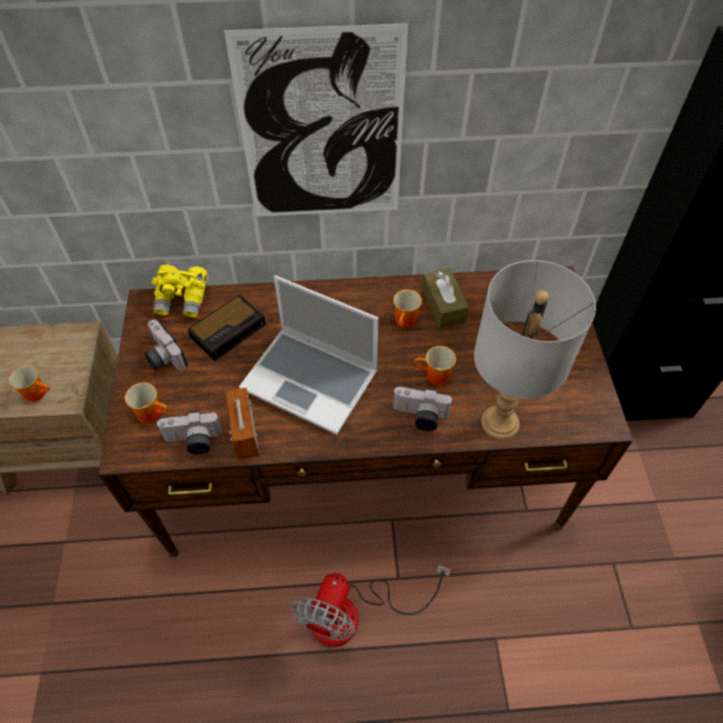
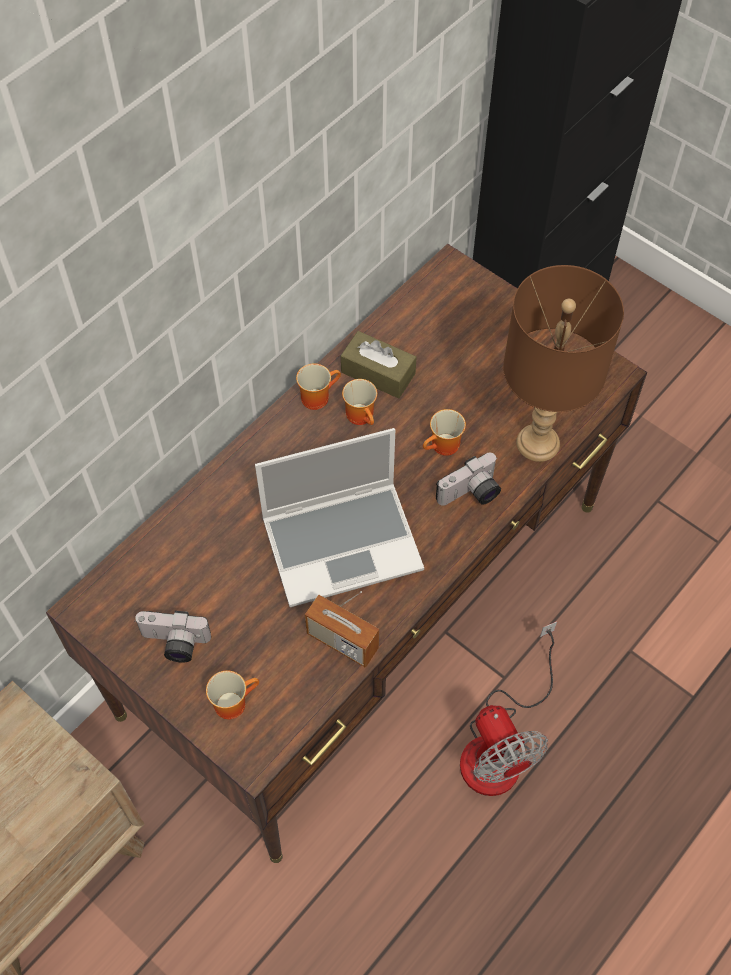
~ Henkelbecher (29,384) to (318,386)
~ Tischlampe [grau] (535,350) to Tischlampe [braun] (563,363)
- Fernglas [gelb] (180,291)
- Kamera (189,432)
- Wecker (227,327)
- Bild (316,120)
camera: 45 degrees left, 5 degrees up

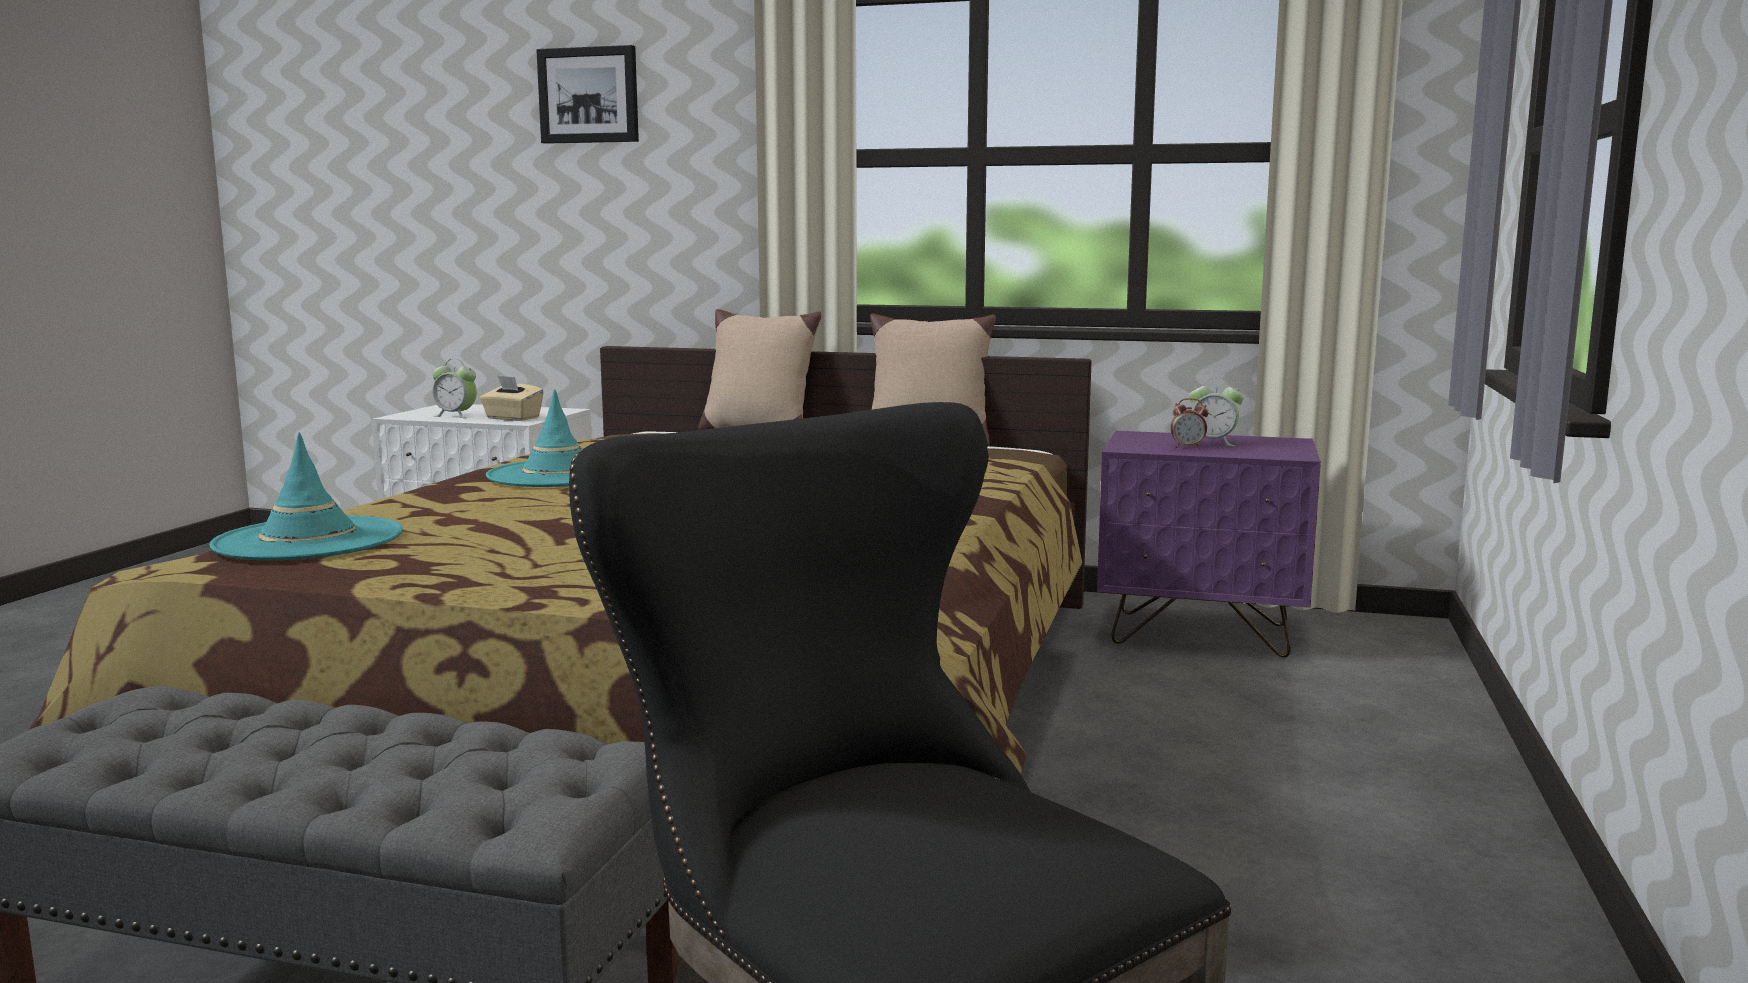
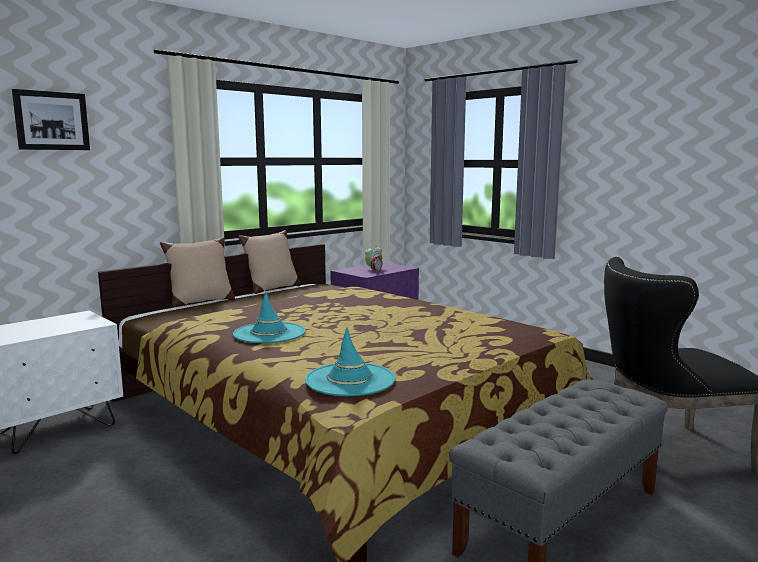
- Wecker (454,388)
- Taschentuchbox [beige] (512,398)
camera: 60 degrees left, 0 degrees up

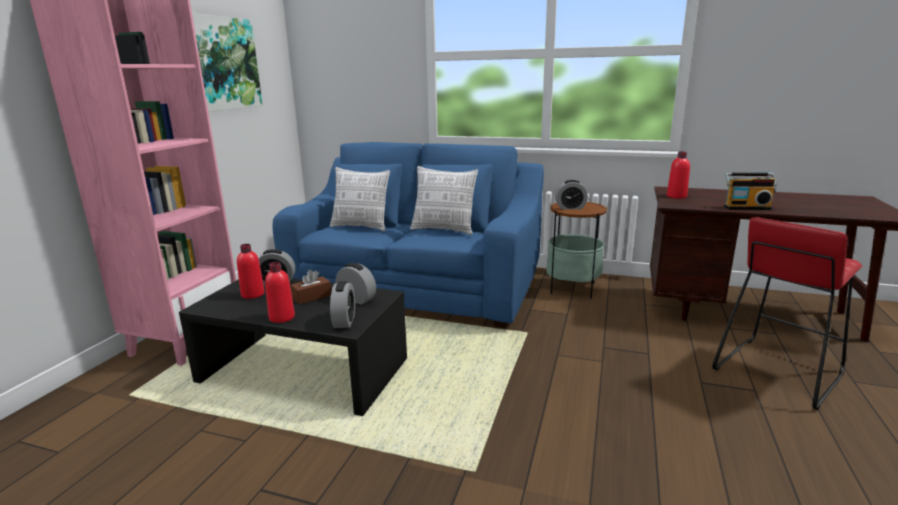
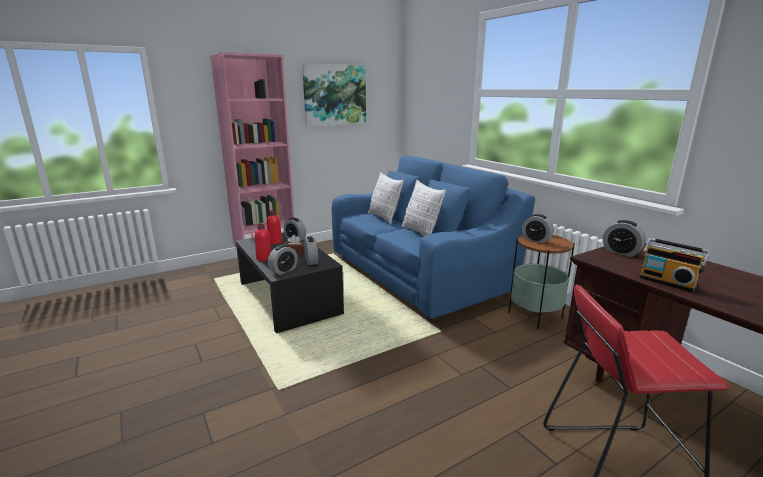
~ Flasche [rot] (678,174) to Wecker (624,238)
camera: 40 degrees right, 0 degrees up

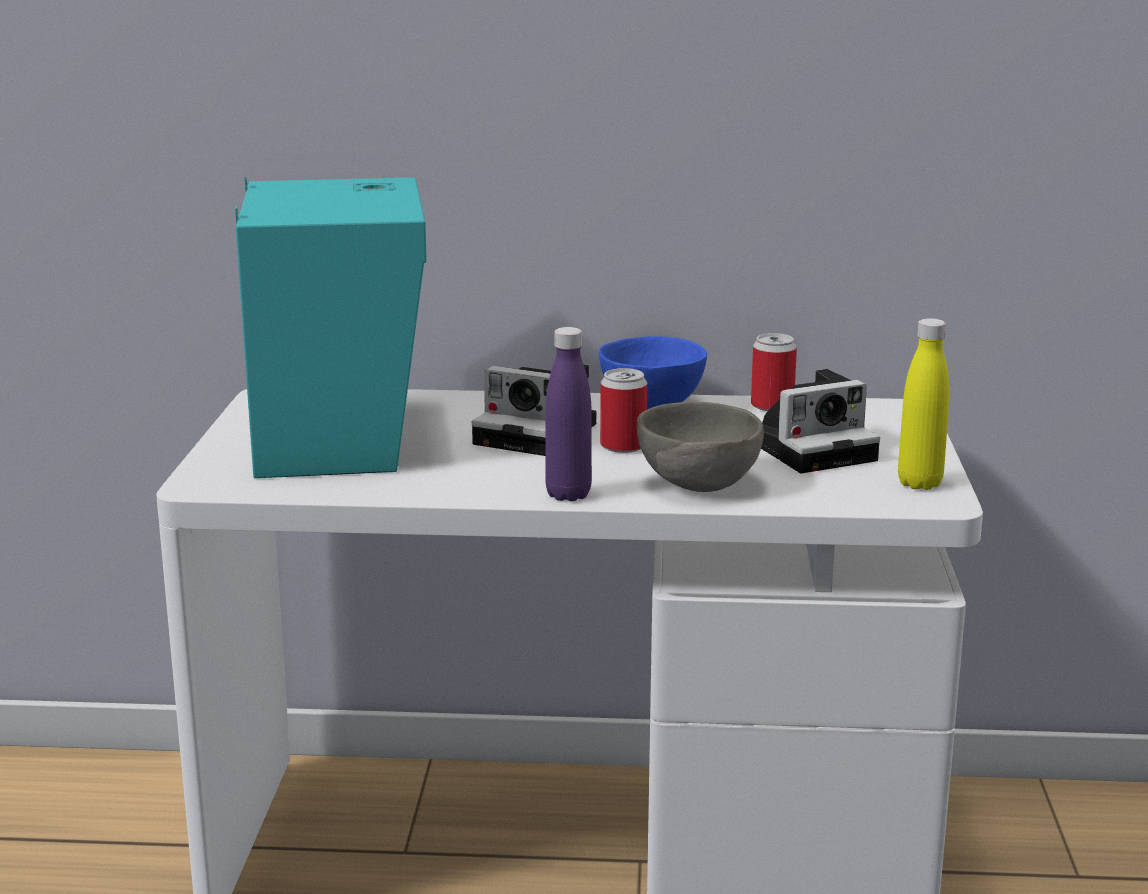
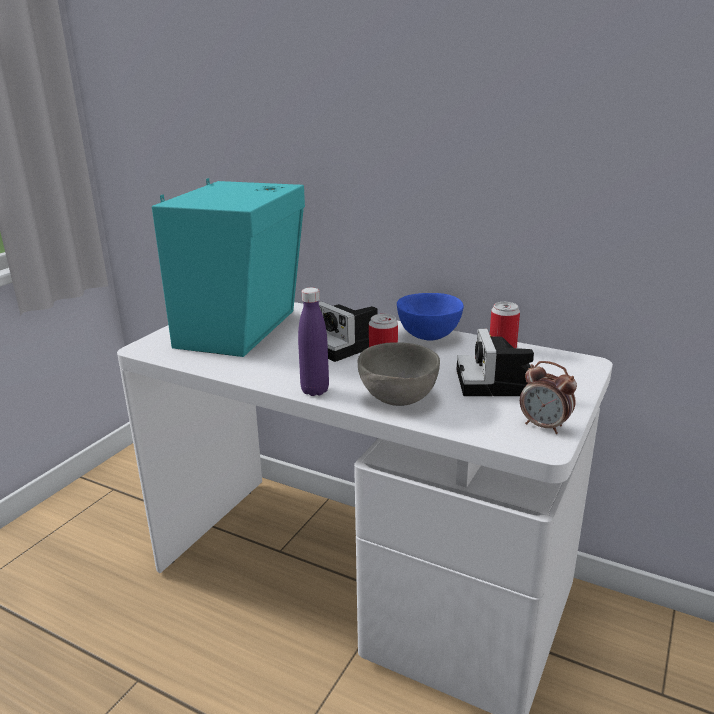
~ Kamera (820,421) = (495,362) 90 degrees clockwise
~ Flasche [gelb] (924,404) to Wecker (548,397)
camera: 25 degrees right, 5 degrees up

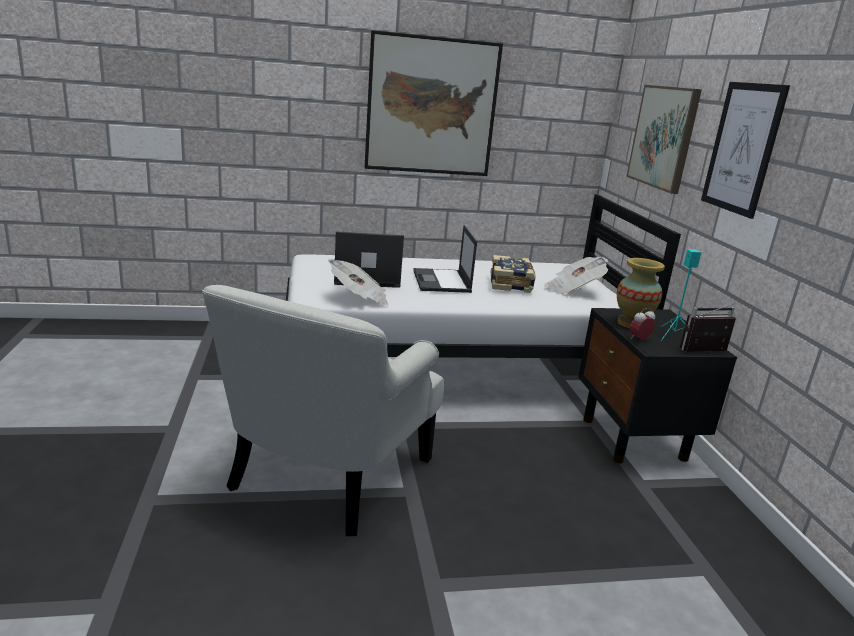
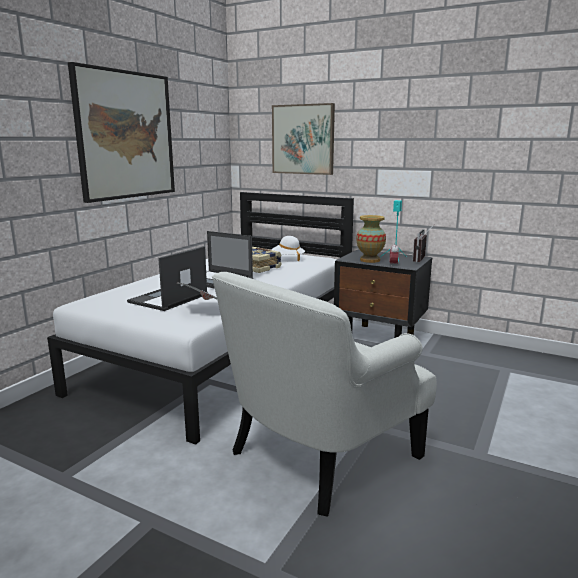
~ Sessel [weiß] (323,410) = (324,394) 75 degrees clockwise
~ Zeitung (576,275) to Hut [weiß] (288,248)
- Bild (745,150)
camera: 50 degrees left, 5 degrees down

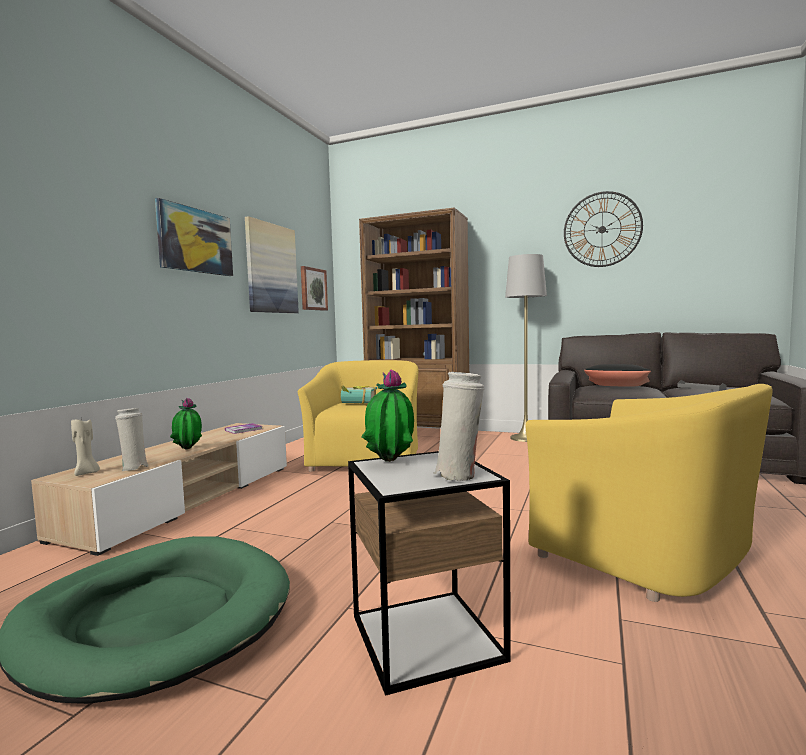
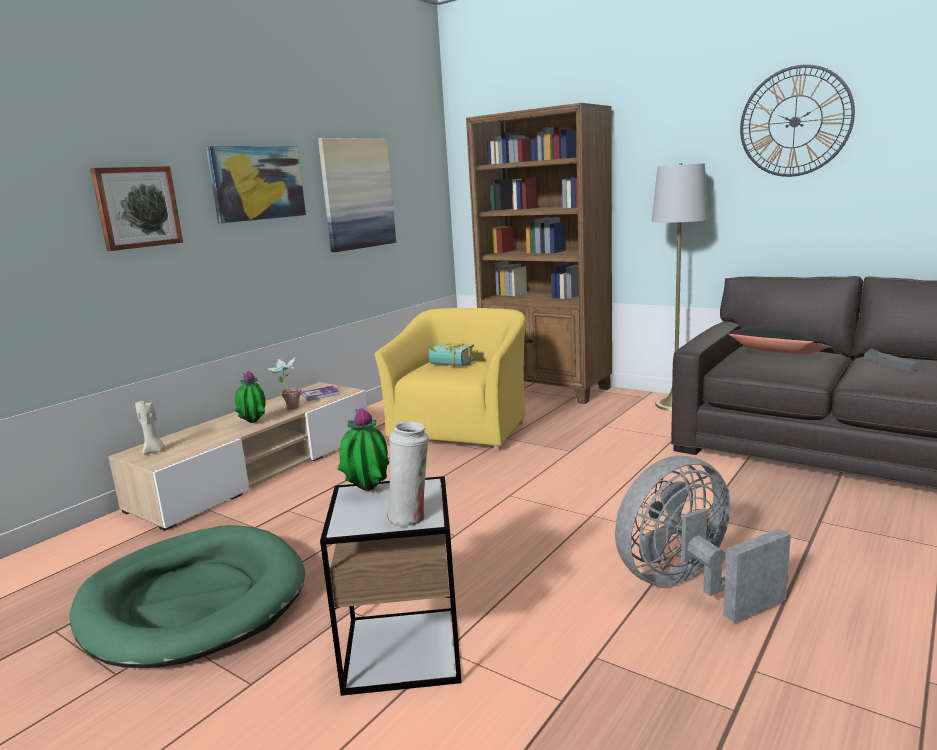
~ Bild (314,288) to (136,208)
+ Topfpflanze (283,383)
~ Sessel [gelb] (649,493) to Ventilator [grau] (703,539)
- Vase [weiß] (132,439)
camera: 15 degrees right, 10 degrees up

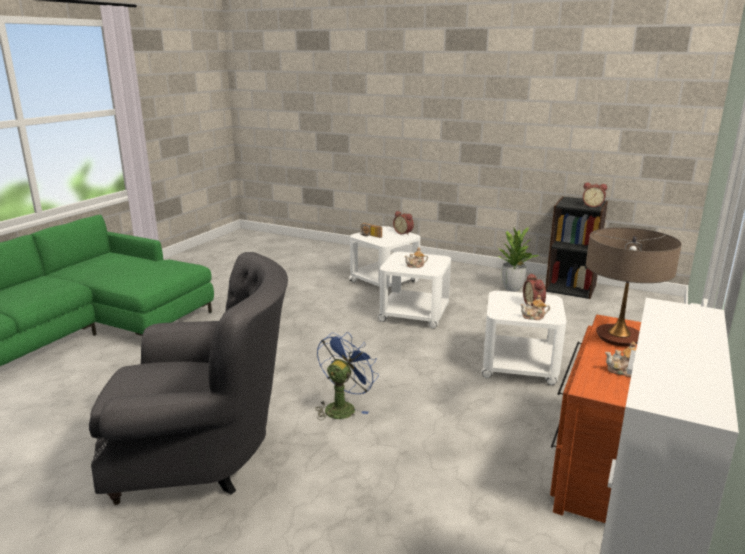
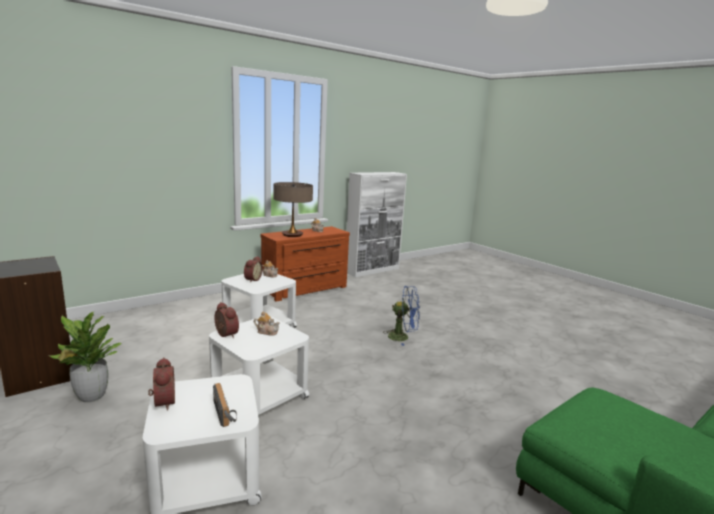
~ Wecker (595,195) to (226,320)
~ Ventilator [blau] (347,376) = (402,316) 135 degrees counterclockwise
- Sessel [grau] (188,378)
camera: 155 degrees left, 5 degrees down

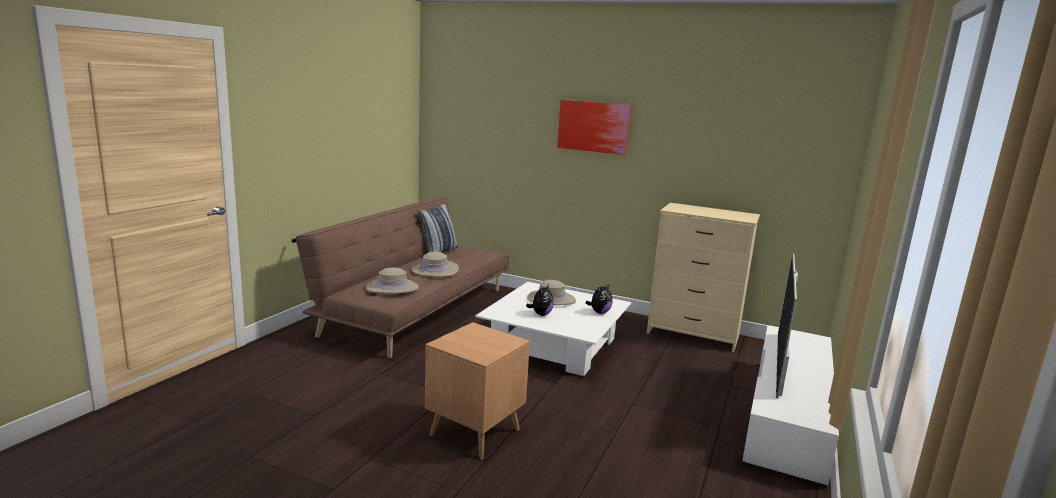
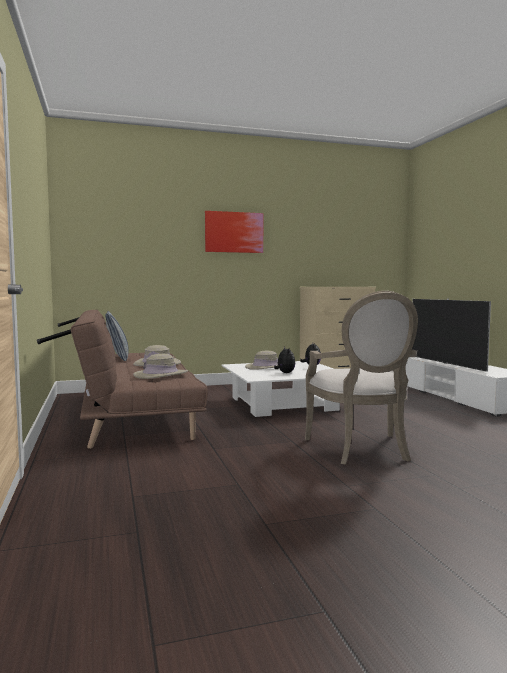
~ Beistelltisch [braun] (477,390) to Sessel (361,378)
camera: 40 degrees left, 10 degrees down

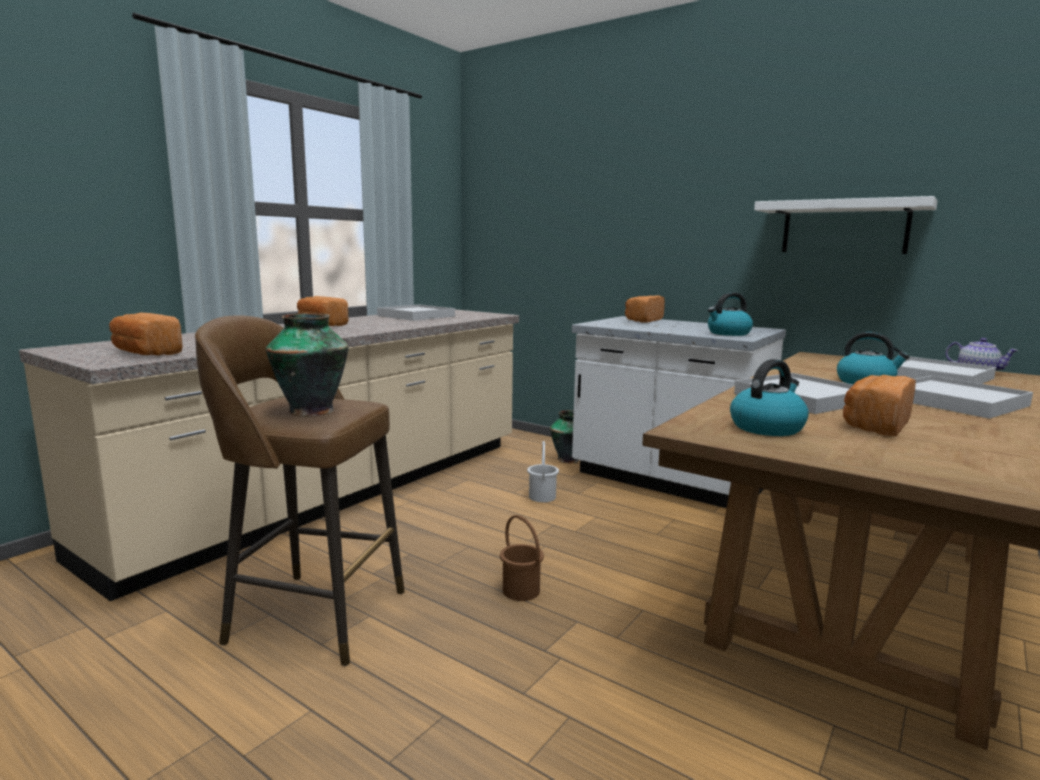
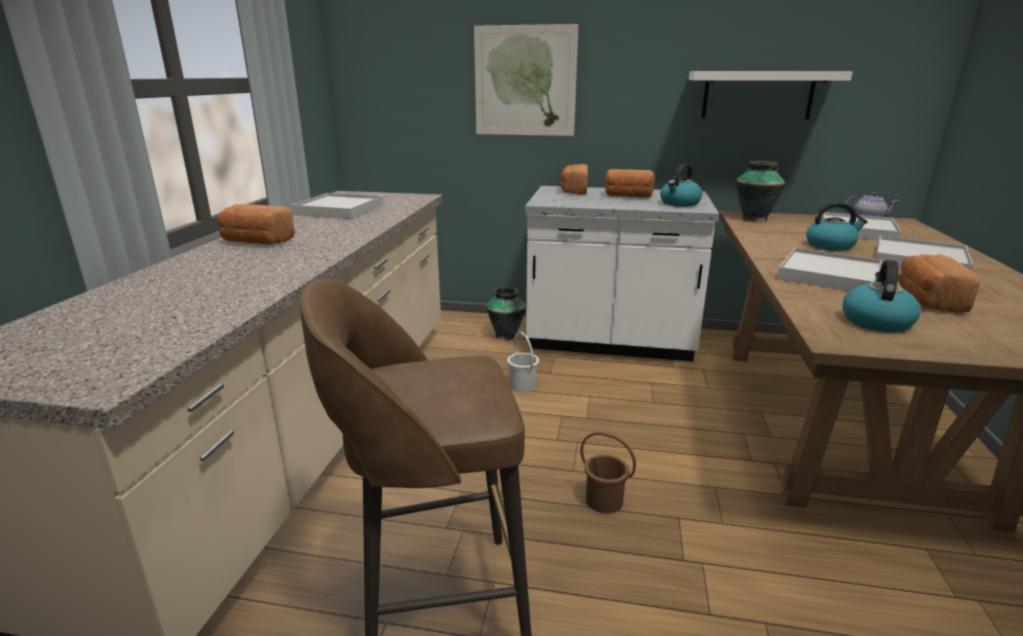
+ Bild (526,80)
~ Brot (146,334) to (630,183)
~ Vase (307,365) to (760,191)
camera: 25 degrees left, 10 degrees up

